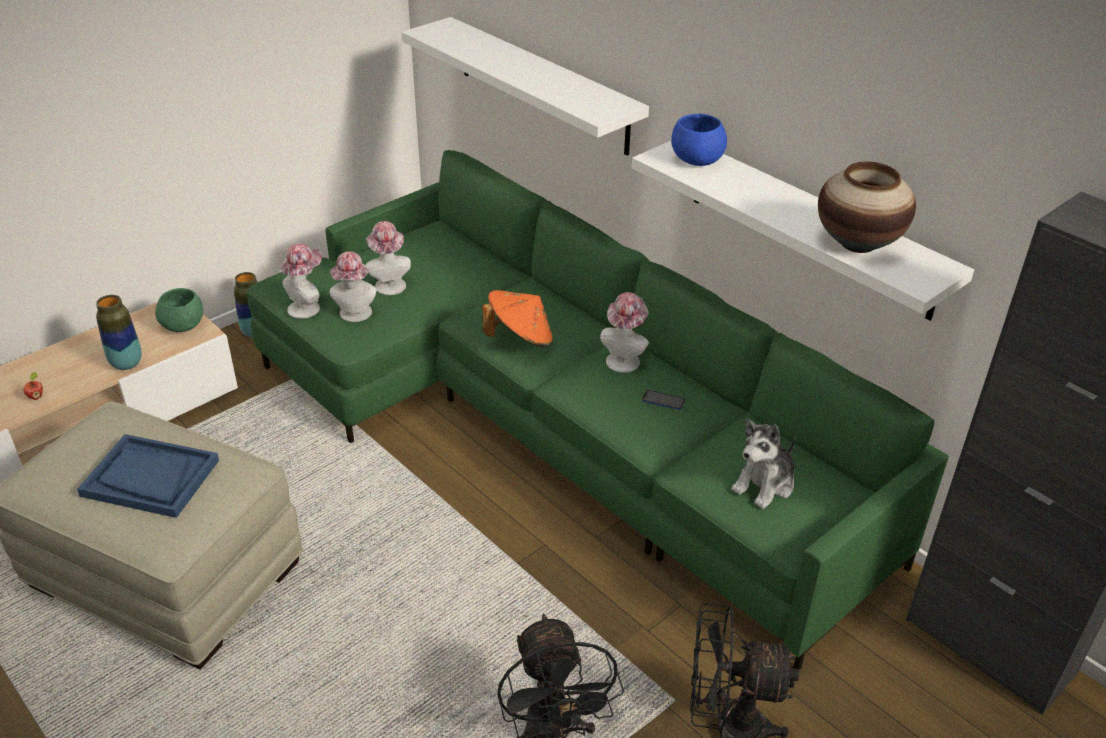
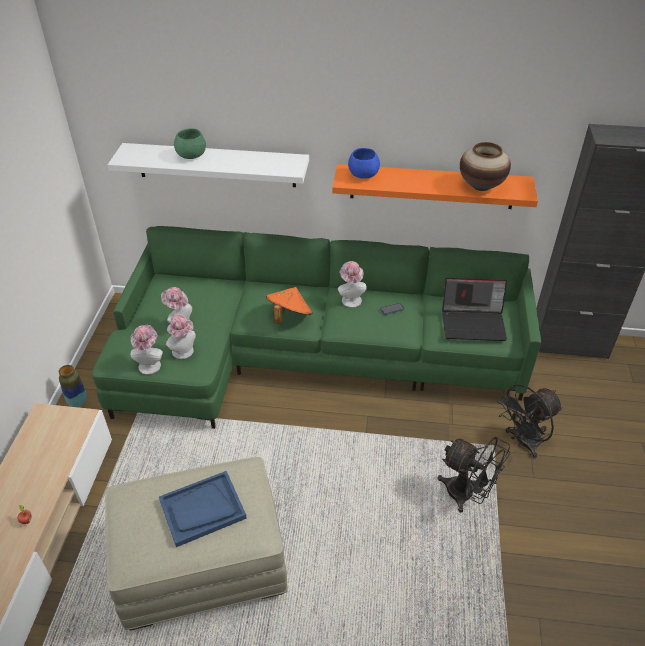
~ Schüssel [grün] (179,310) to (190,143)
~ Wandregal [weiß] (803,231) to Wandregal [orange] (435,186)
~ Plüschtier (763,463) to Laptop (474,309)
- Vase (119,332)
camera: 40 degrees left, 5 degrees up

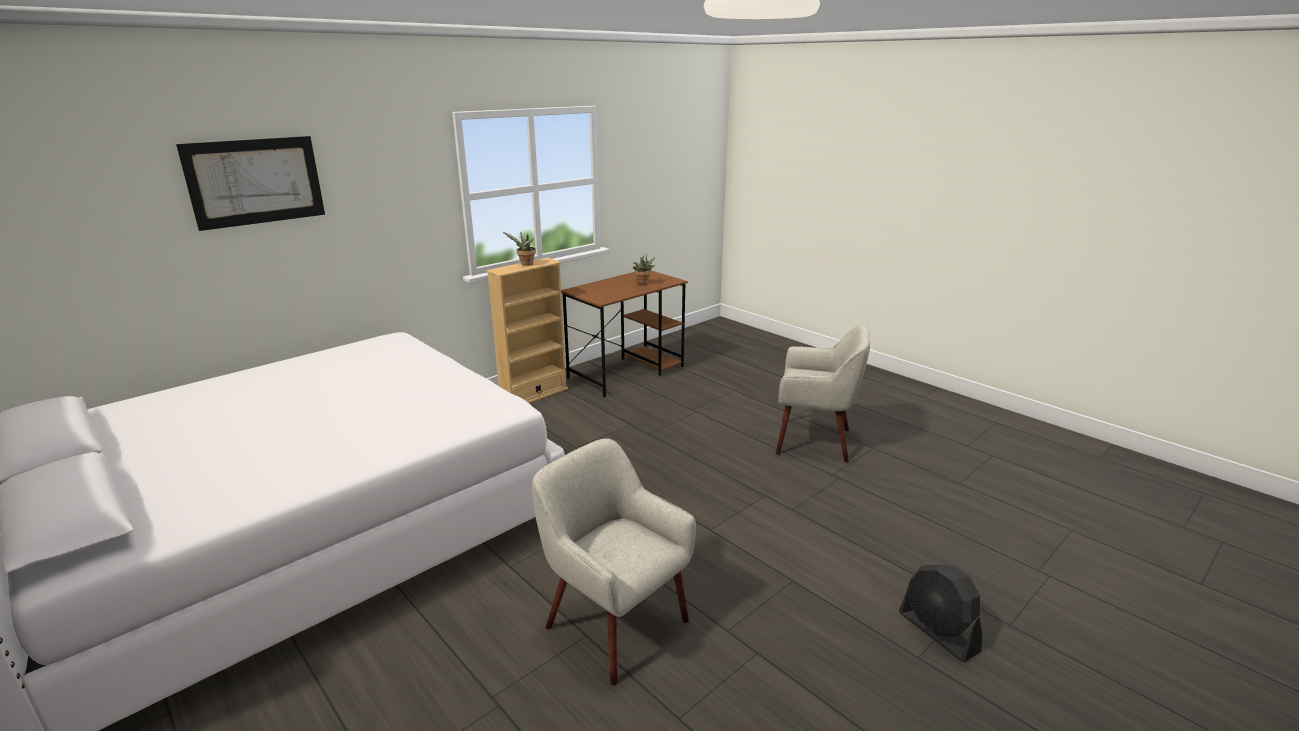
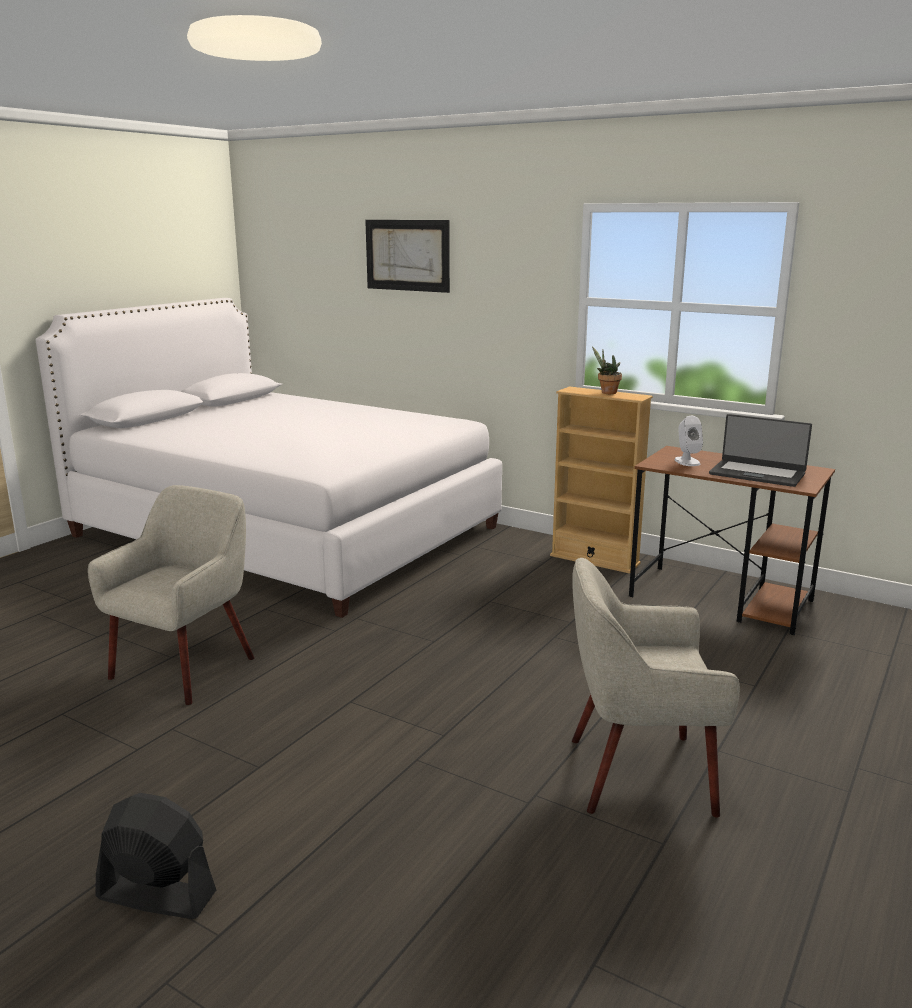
~ Ventilator [schwarz] (940,613) = (155,856) 60 degrees clockwise
~ Sessel [beige] (823,393) = (656,688) 90 degrees clockwise
+ Lautsprecher [weiß] (689,441)
~ Topfpflanze (644,269) to Laptop (760,450)
camera: 75 degrees right, 5 degrees down

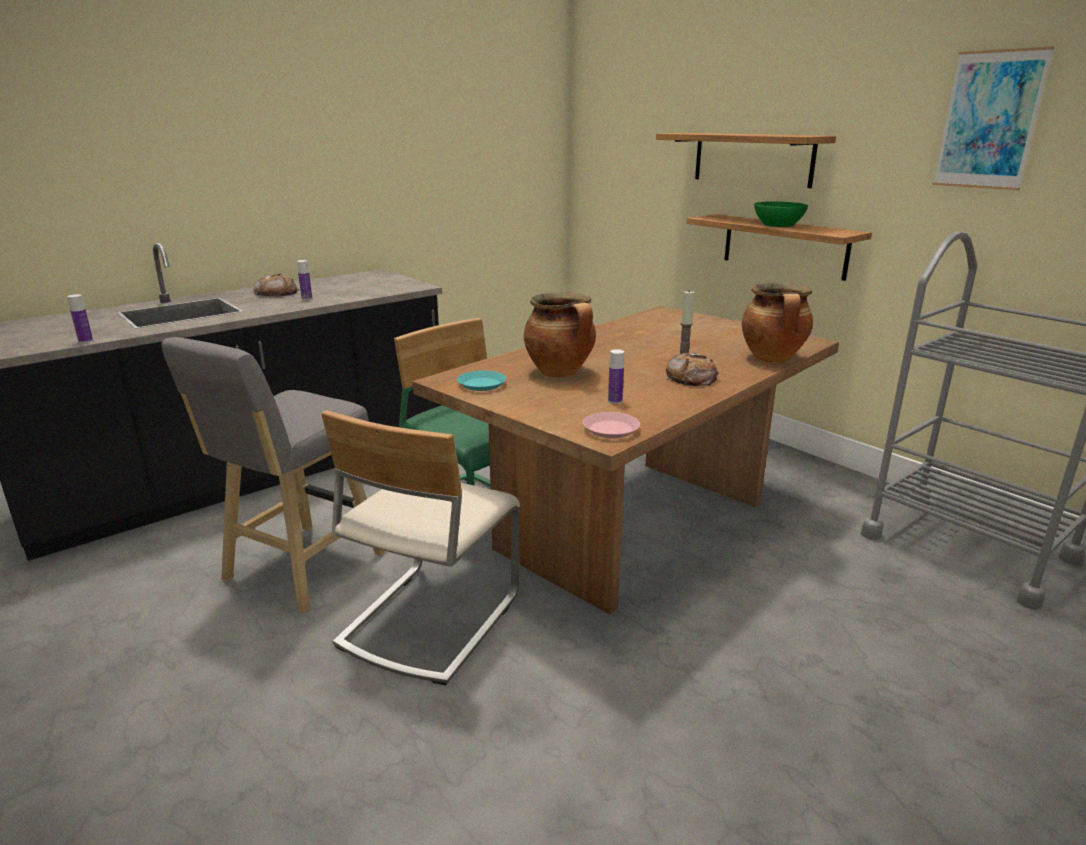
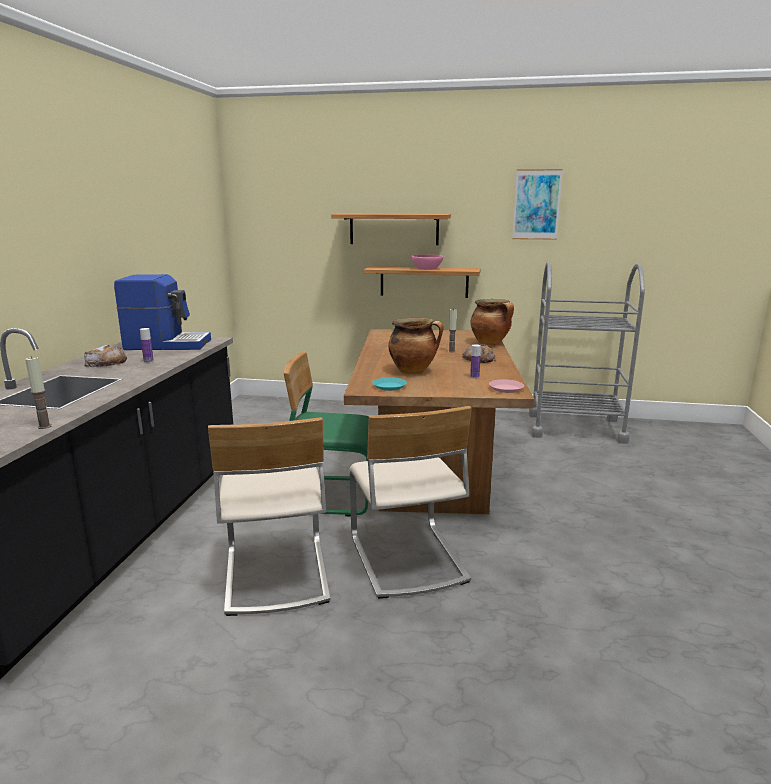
~ Flasche (80,318) to Kerze (38,392)
+ Kaffeemaschine (162,312)
~ Hocker [grau] (273,475) to Stuhl [beige] (269,516)
~ Schüssel [grün] (781,214) to Schüssel [rosa] (427,262)
camera: 40 degrees left, 5 degrees down

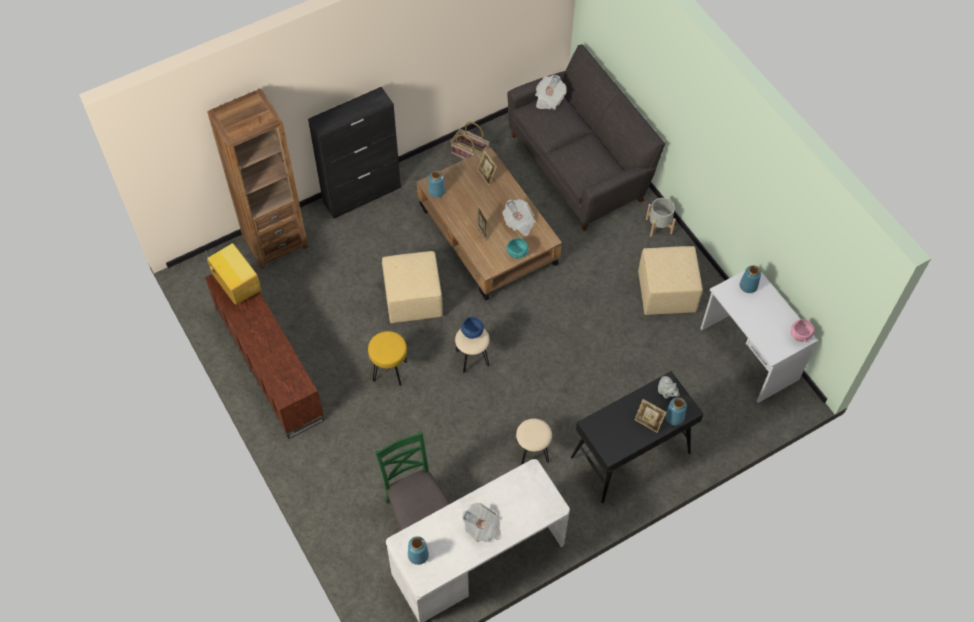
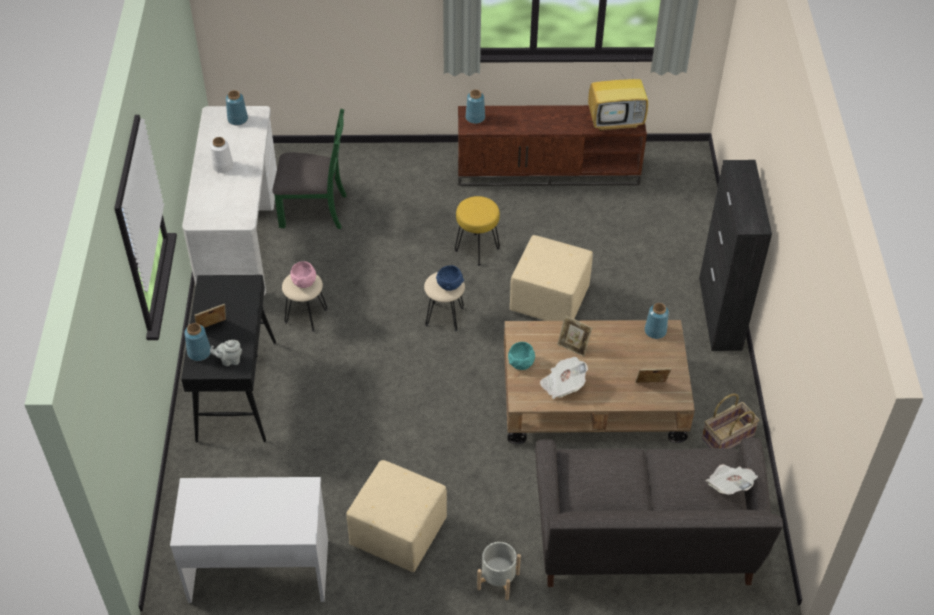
~ Zeitung (481,522) to Vase [weiß] (221,155)
~ Schüssel [rosa] (802,330) to (303,274)
~ Vase [blau] (750,279) to (475,107)
- Bücherregal [braun] (257,179)
camera: 120 degrees right, 10 degrees down

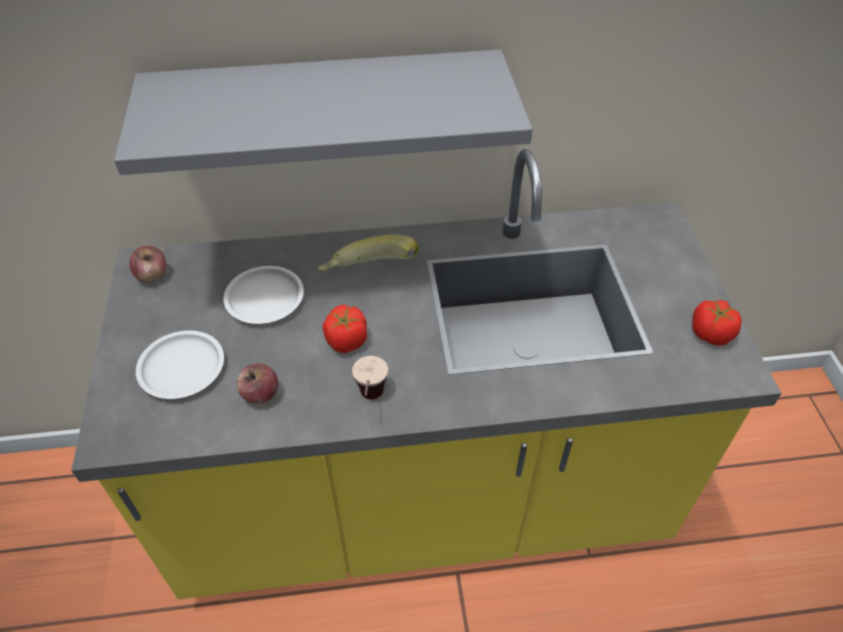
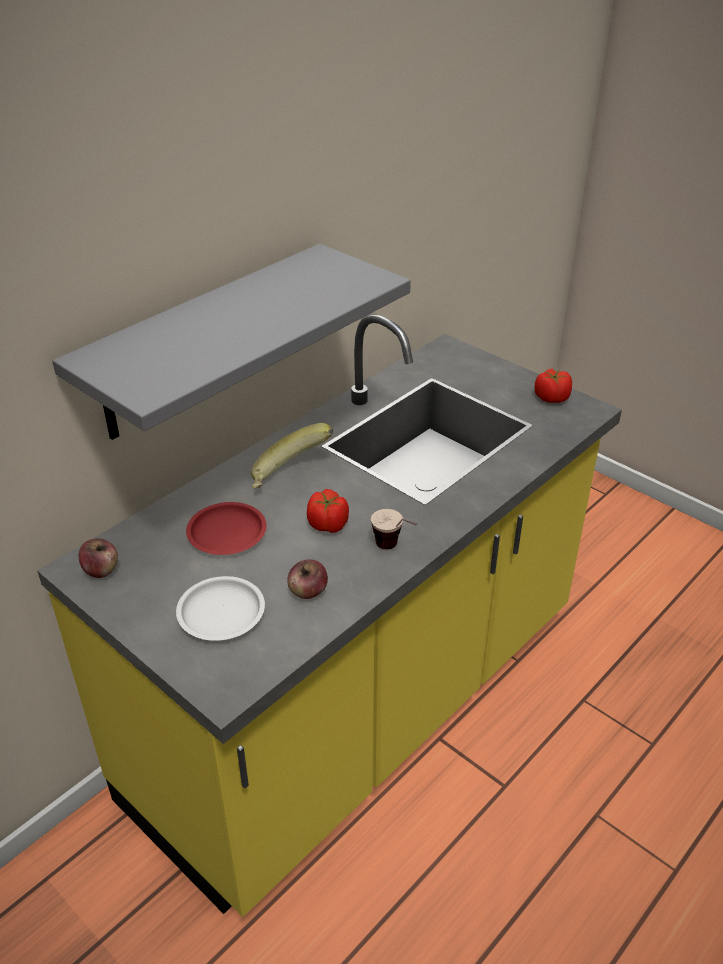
~ Teller [weiß] (263,295) to Teller [rot] (226,528)
camera: 40 degrees left, 10 degrees down

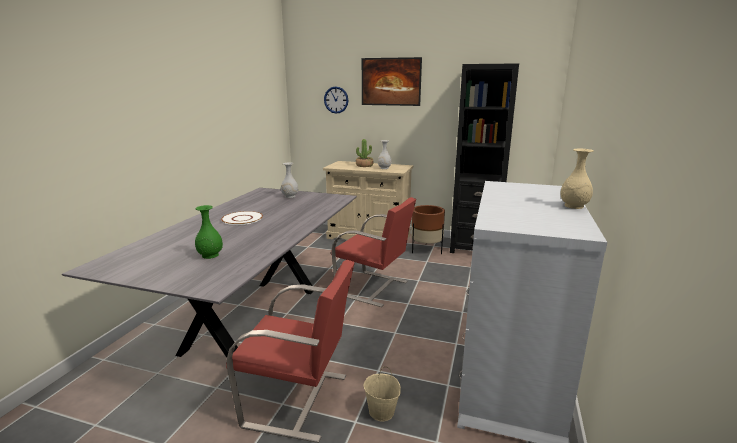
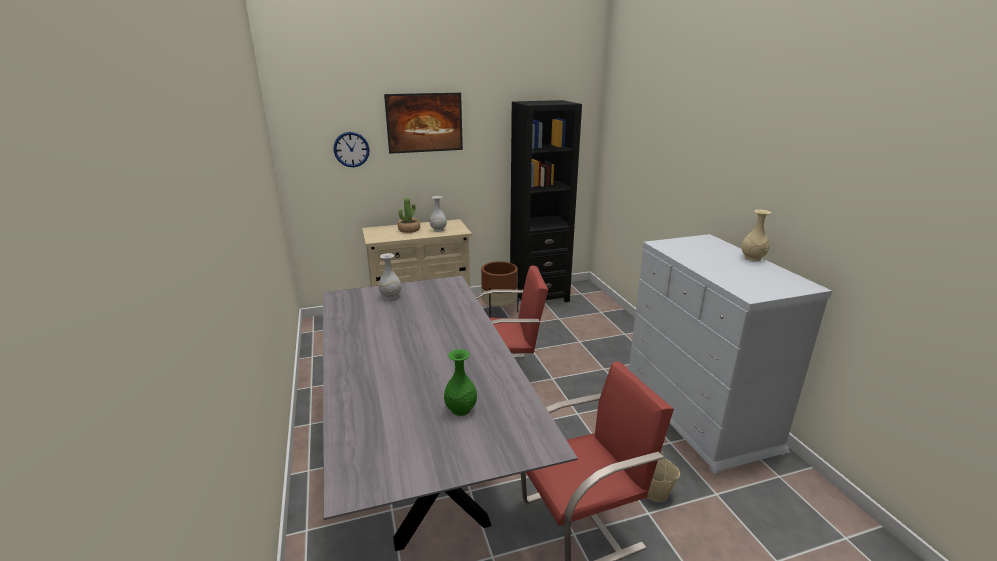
- Teller [weiß] (242,218)
camera: 35 degrees left, 5 degrees up

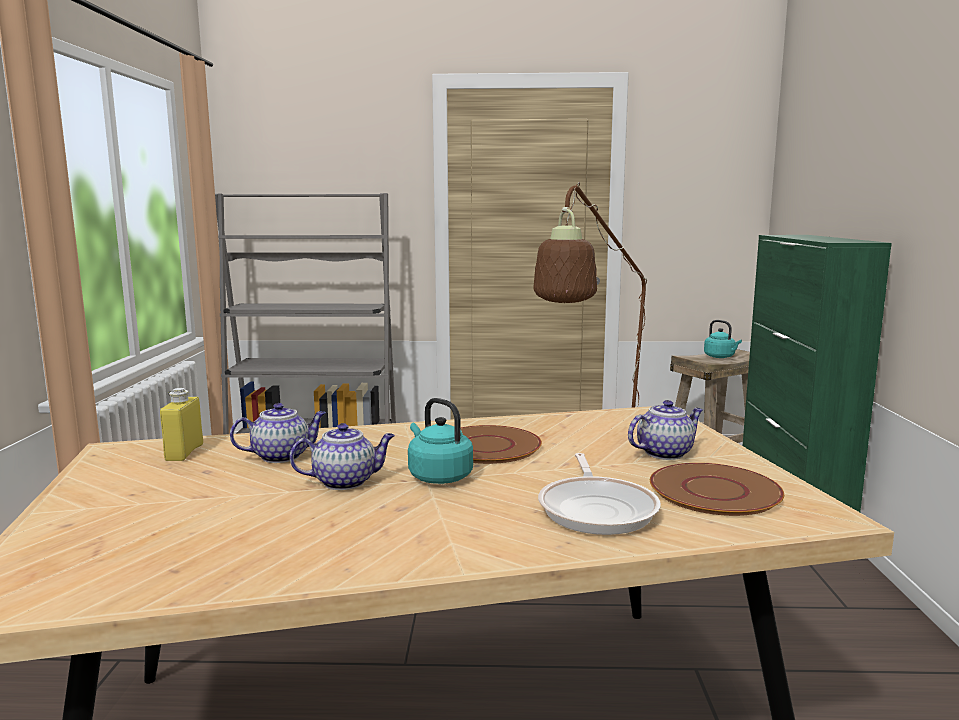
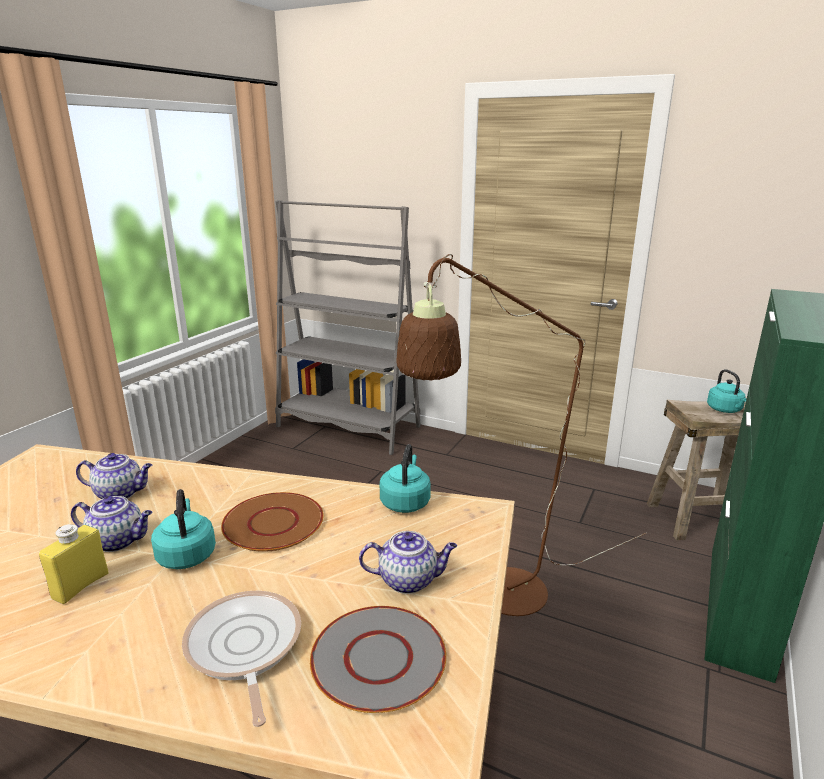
~ Flasche [gelb] (181,424) to (73,564)
~ Pfanne (599,494) = (241,659) 135 degrees clockwise
~ Teller [braun] (717,489) to Teller [grau] (378,659)
+ Wasserkessel [türkis] (405,478)
camera: 25 degrees right, 10 degrees up

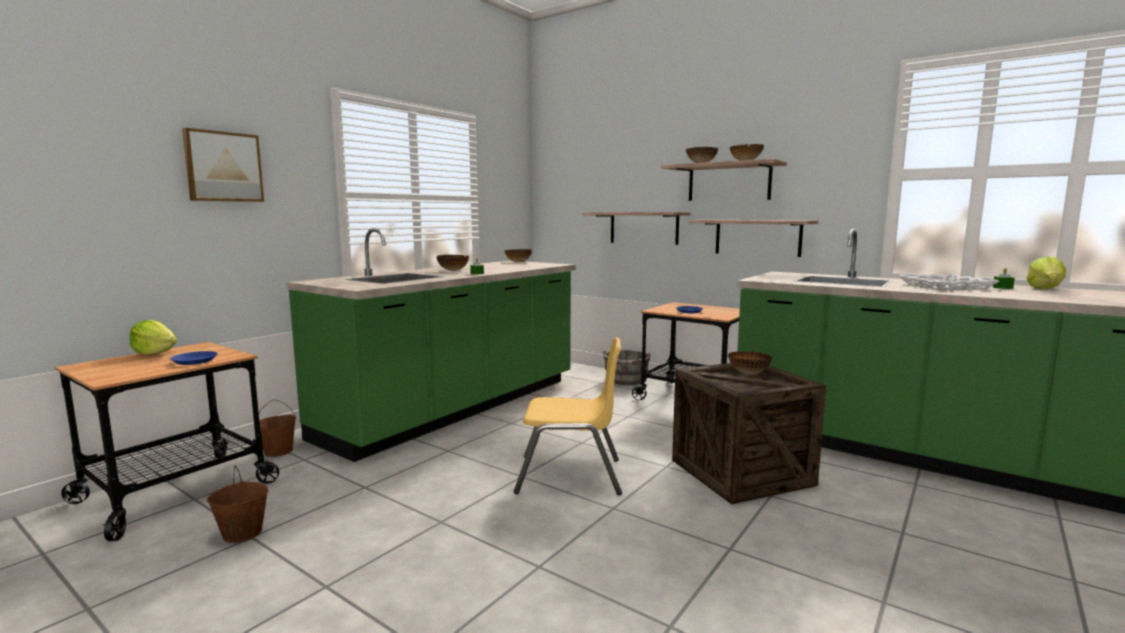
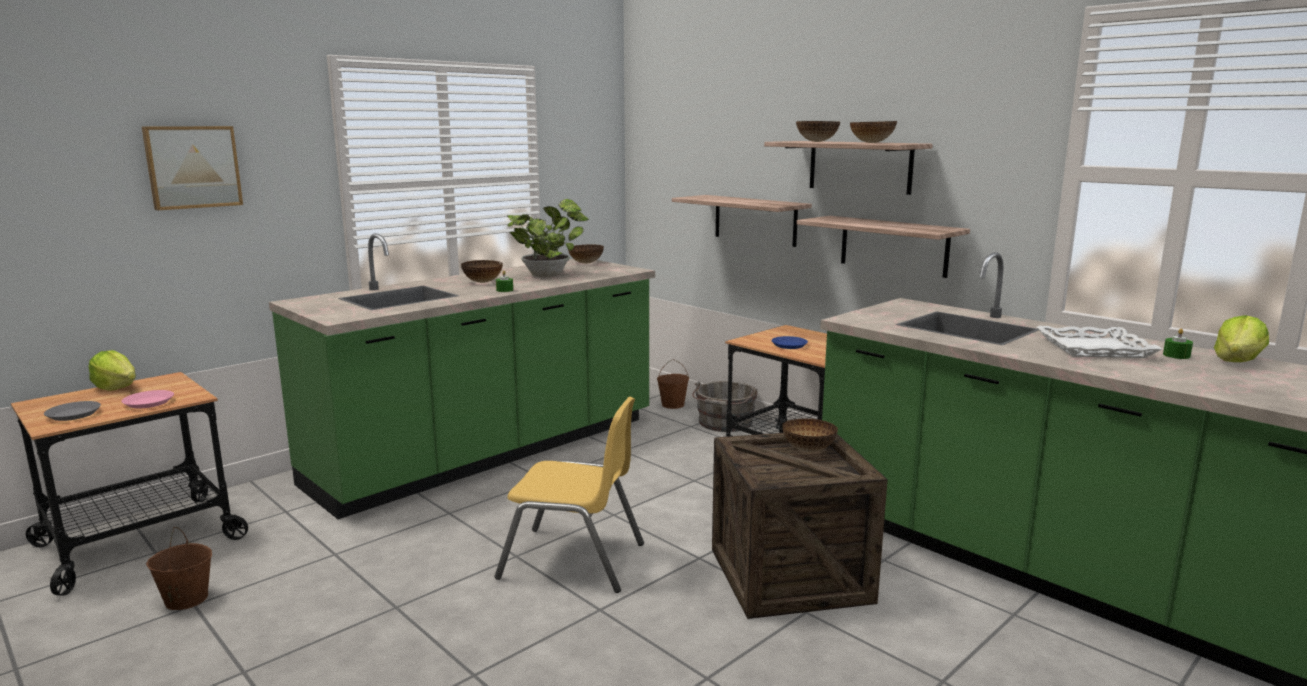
+ Teller [grau] (72,411)
~ Teller [blau] (194,358) to Teller [rosa] (147,399)
+ Topfpflanze (548,238)
~ Eimer [braun] (277,428) to (673,384)
camera: 10 degrees right, 5 degrees up

